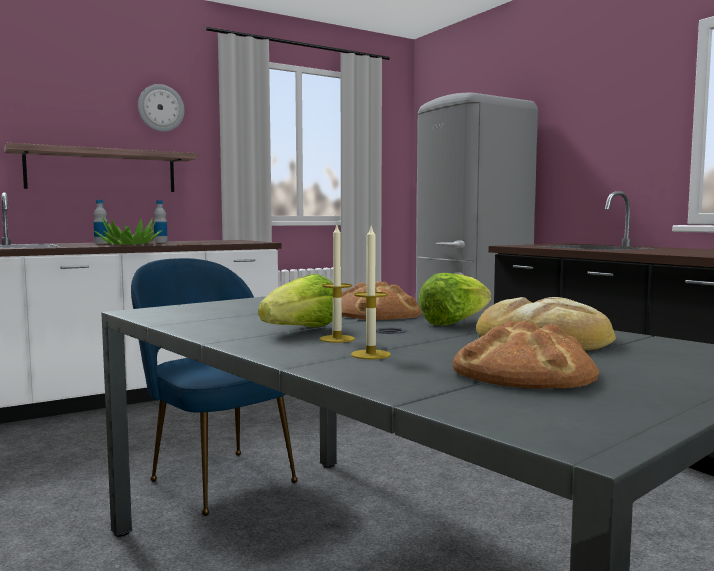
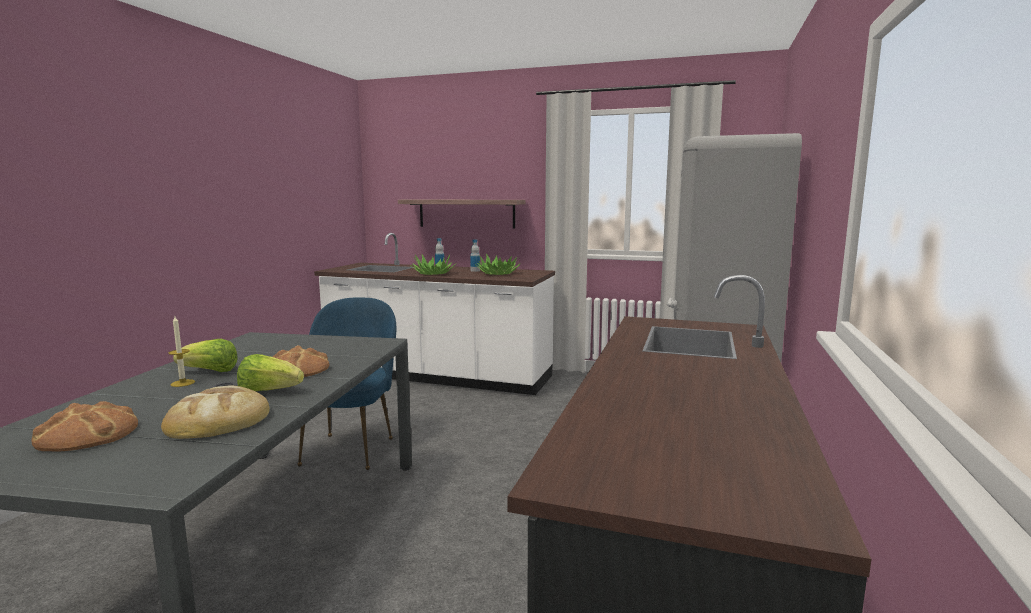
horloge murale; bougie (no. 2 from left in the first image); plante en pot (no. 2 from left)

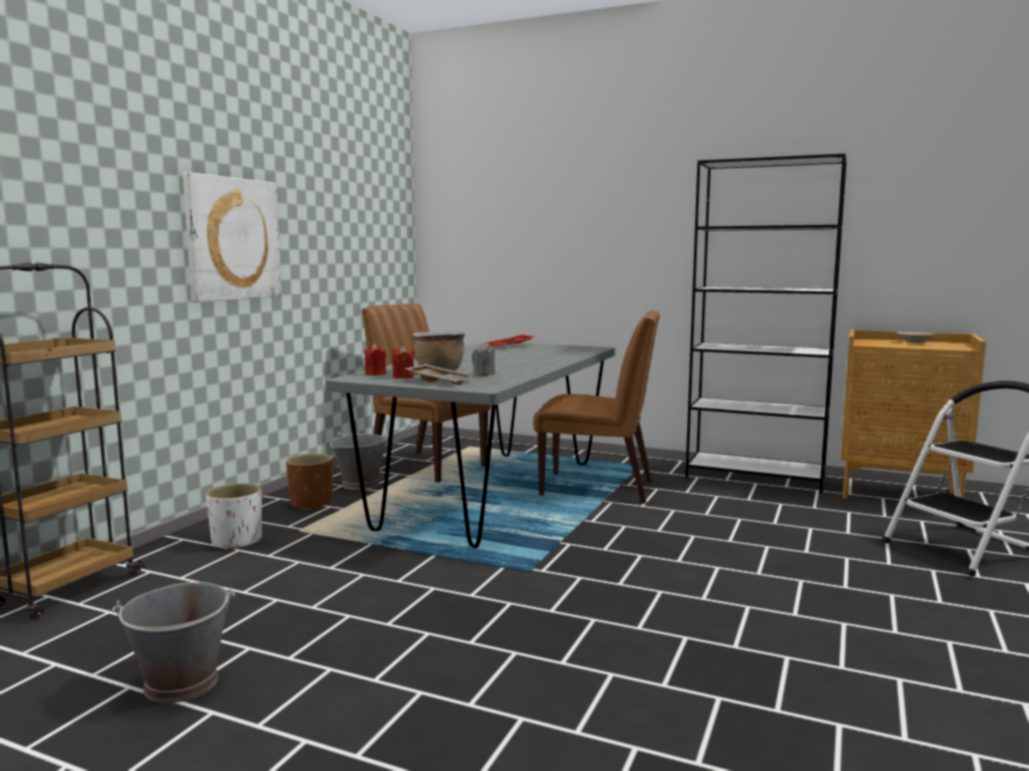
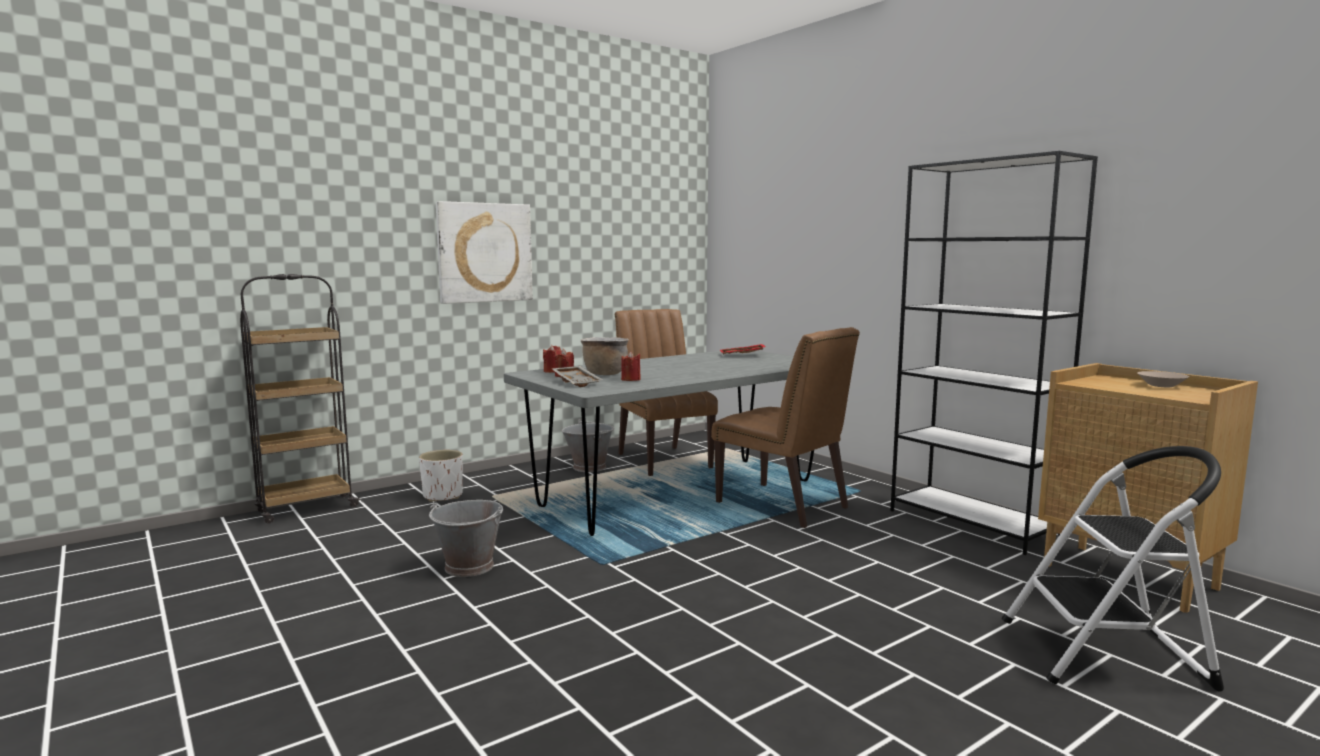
seau/gris (no. 1 from left); cache-pot/marron; bougie/rouge (no. 3 from left)

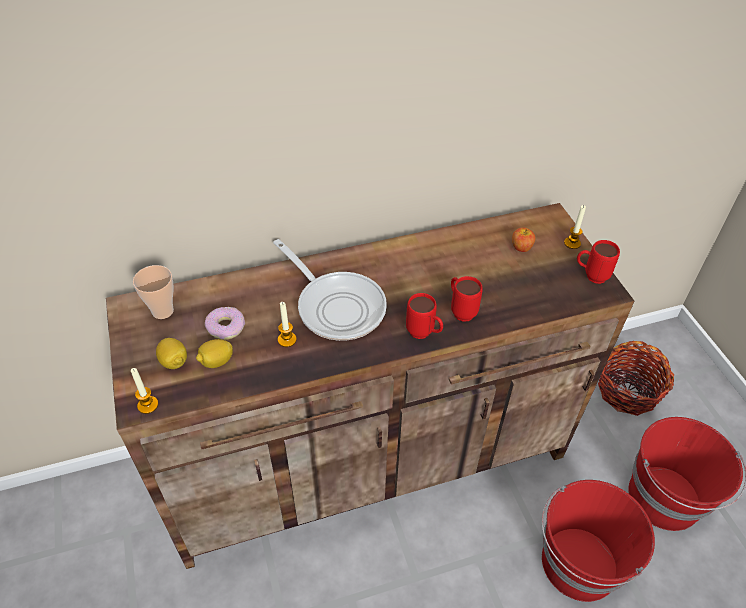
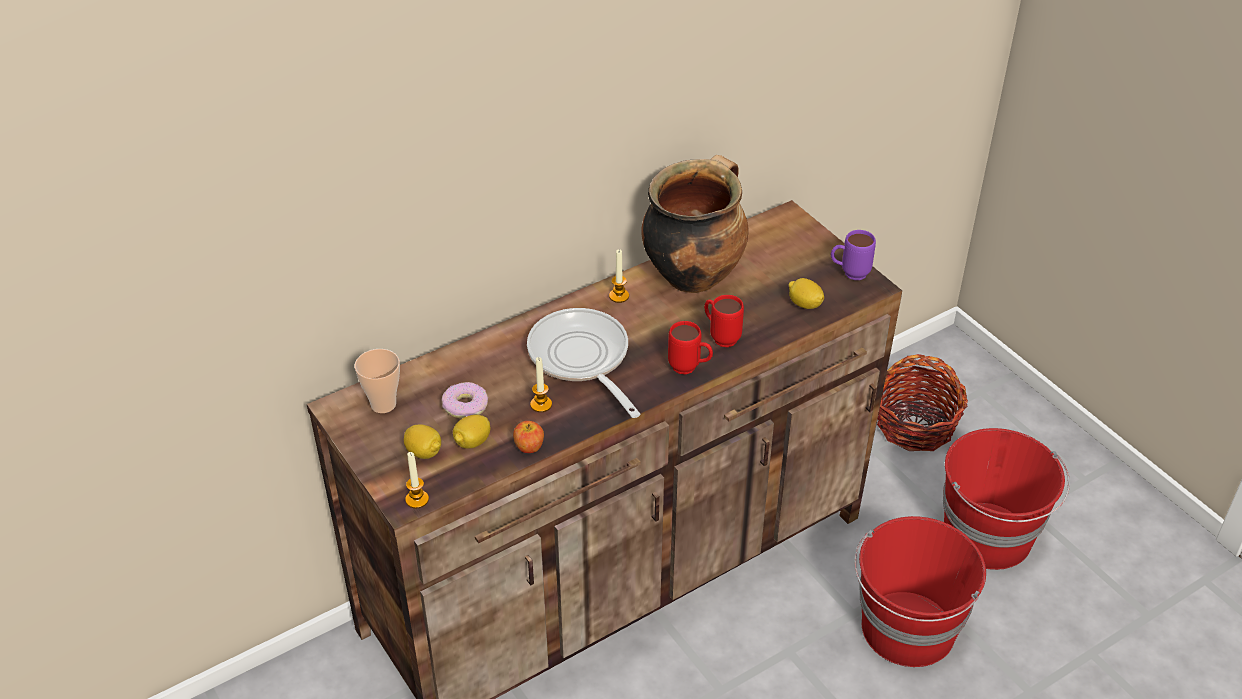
poêle; pomme; bougie (no. 3 from left); mug/violet; marmite; citron (no. 3 from left)

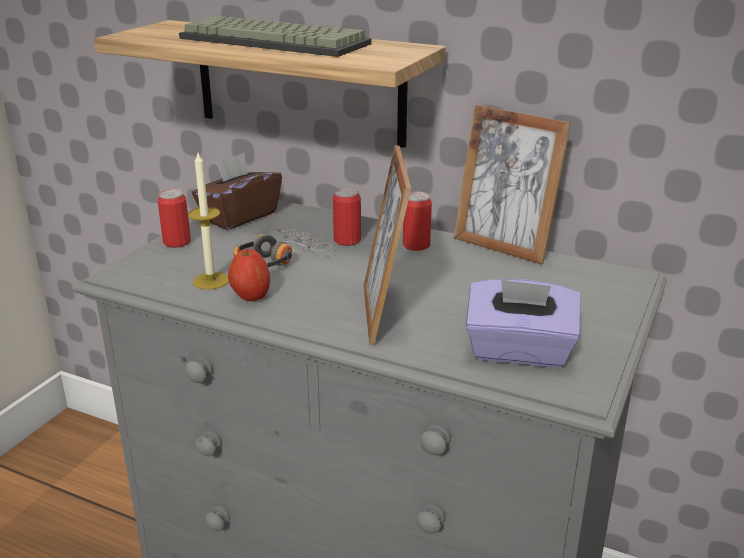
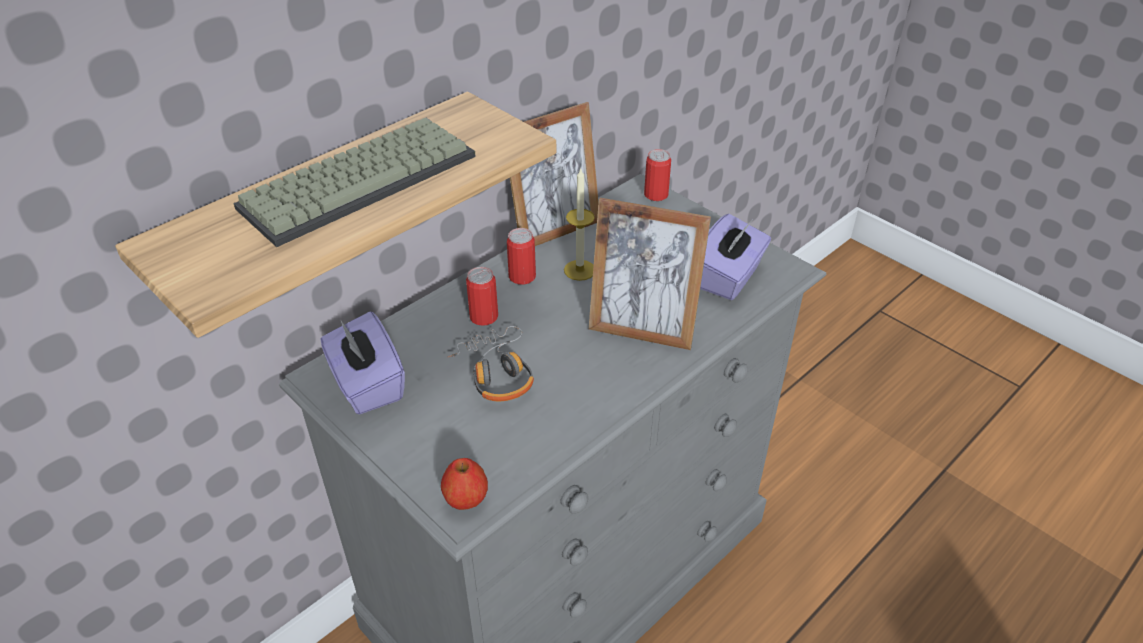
boîte métallique (no. 3 from left); bougie; boîte à mouchoirs/violet (no. 1 from left); pomme

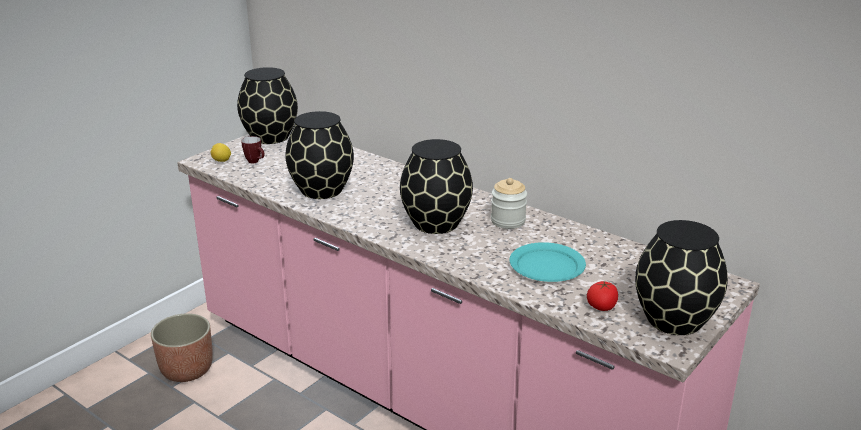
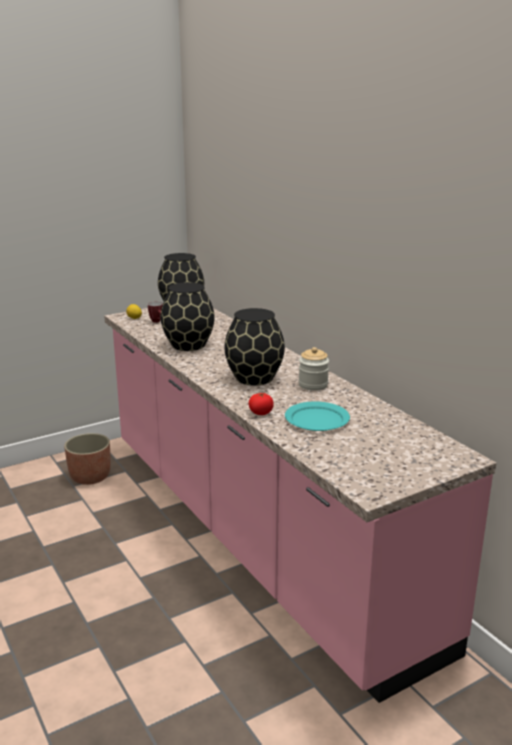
tomate; vase/noir (no. 4 from left in the first image)

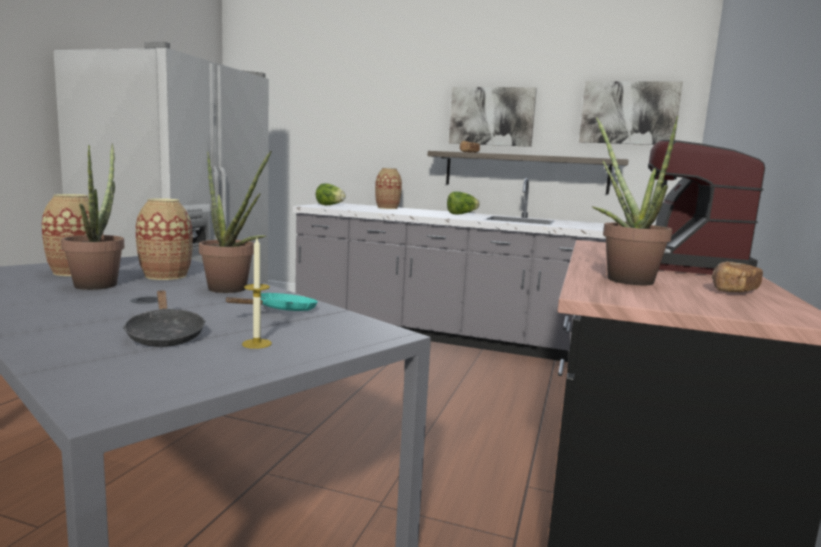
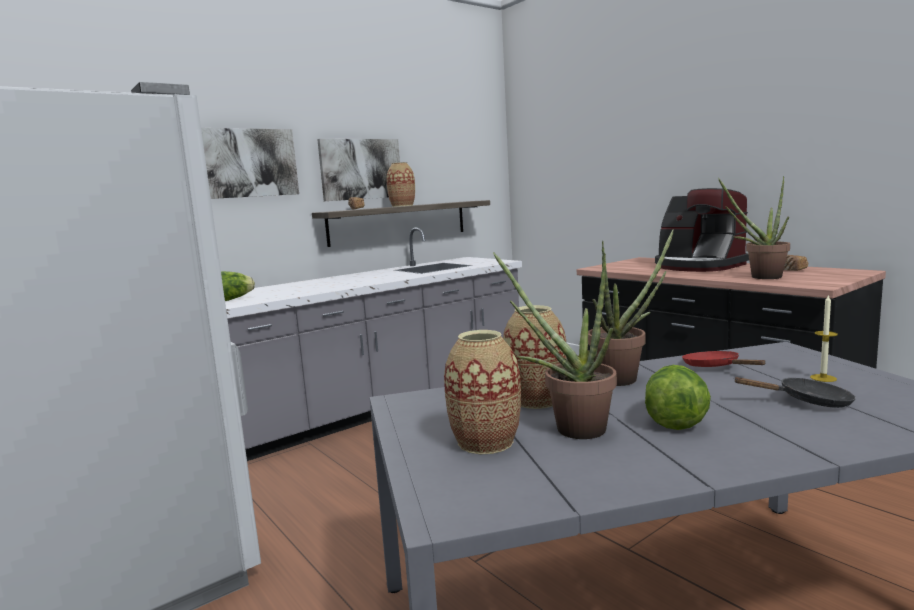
poêle/rouge; vase (no. 1 from left); laitue (no. 2 from left); tableau (no. 1 from left)

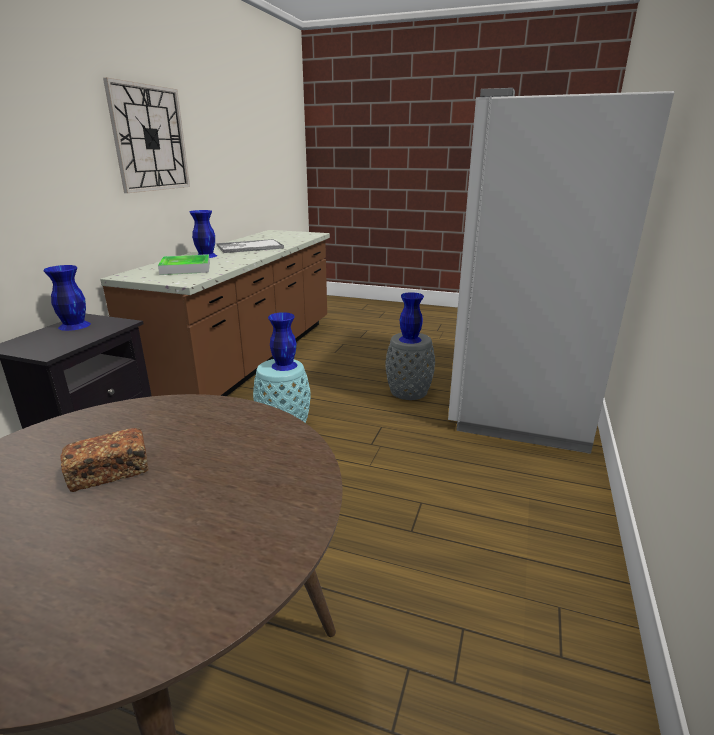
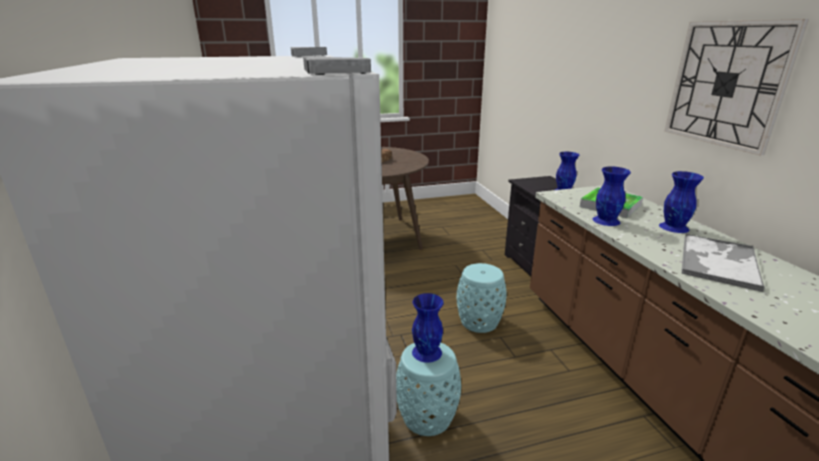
vase/bleu (no. 3 from left); tabouret/turquoise (no. 1 from left)

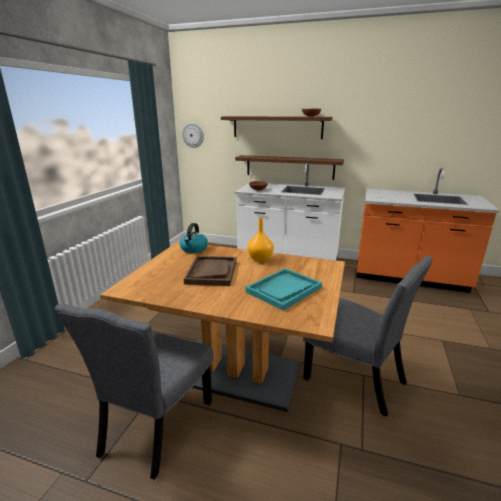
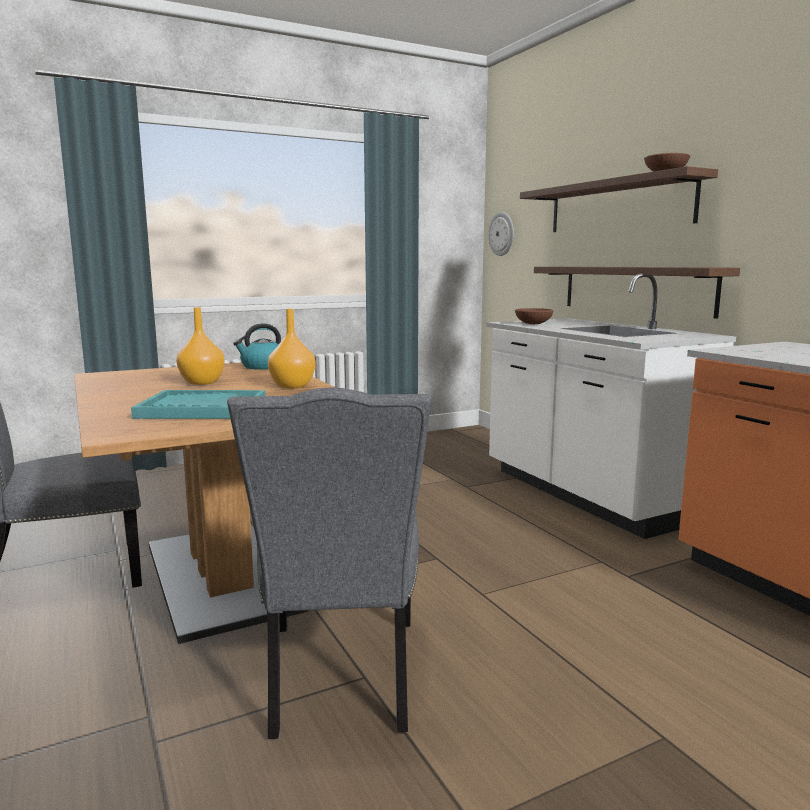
vase/orange (no. 1 from left)

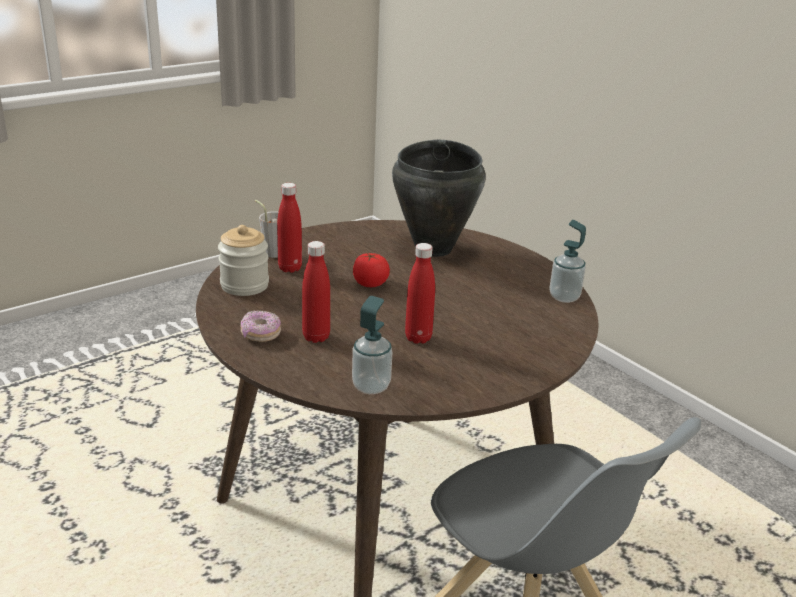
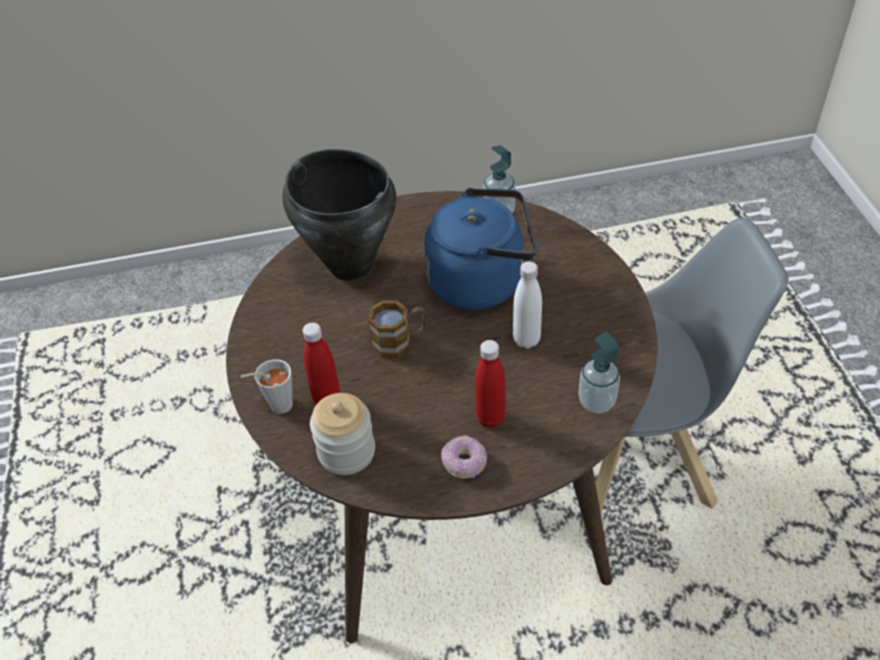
mug; bouteille/blanc; bouilloire/bleu

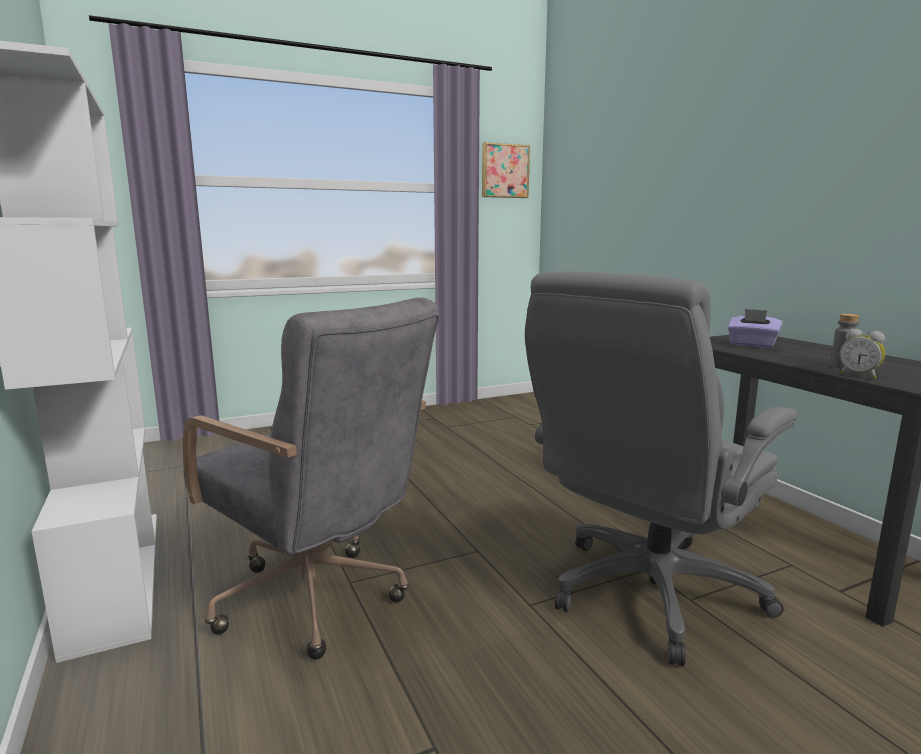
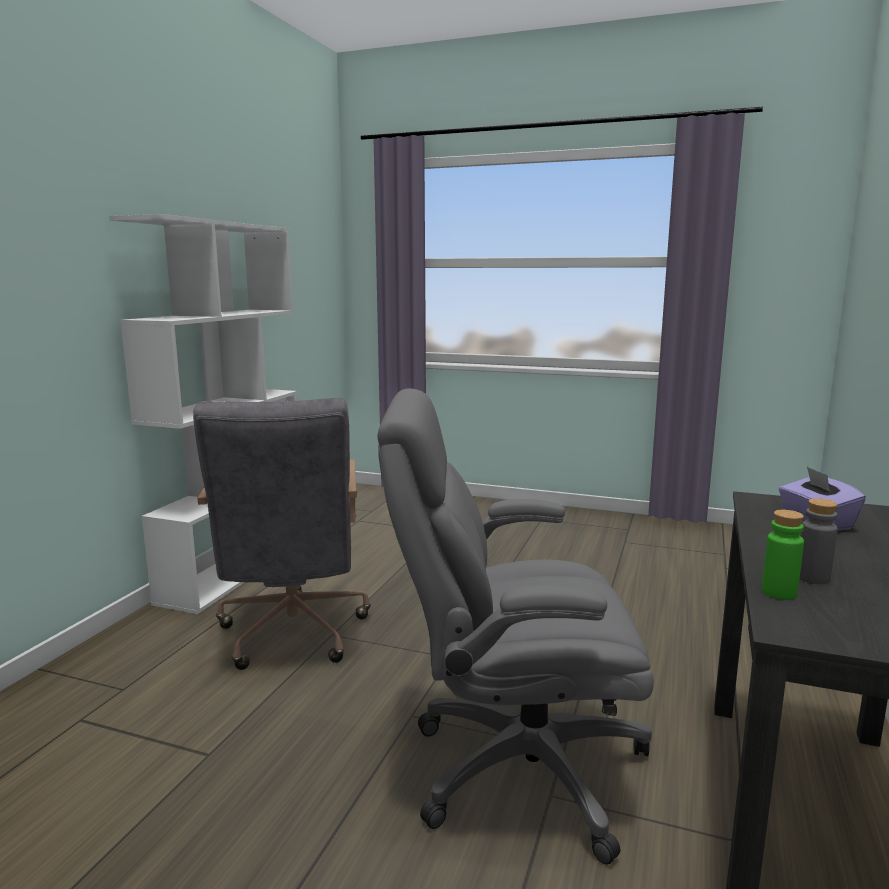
tableau; bouteille/vert

